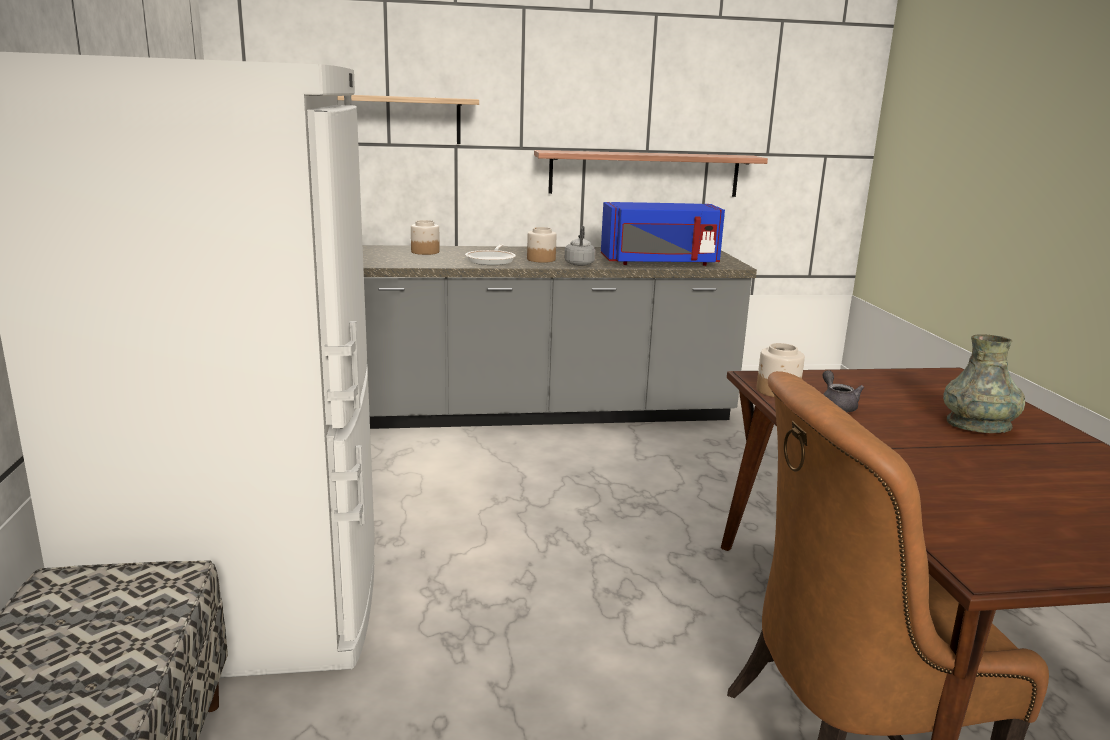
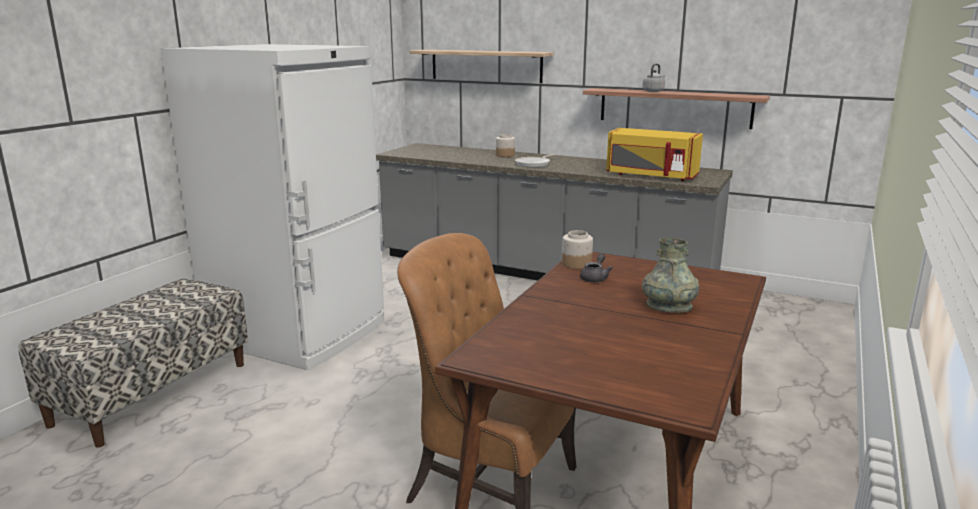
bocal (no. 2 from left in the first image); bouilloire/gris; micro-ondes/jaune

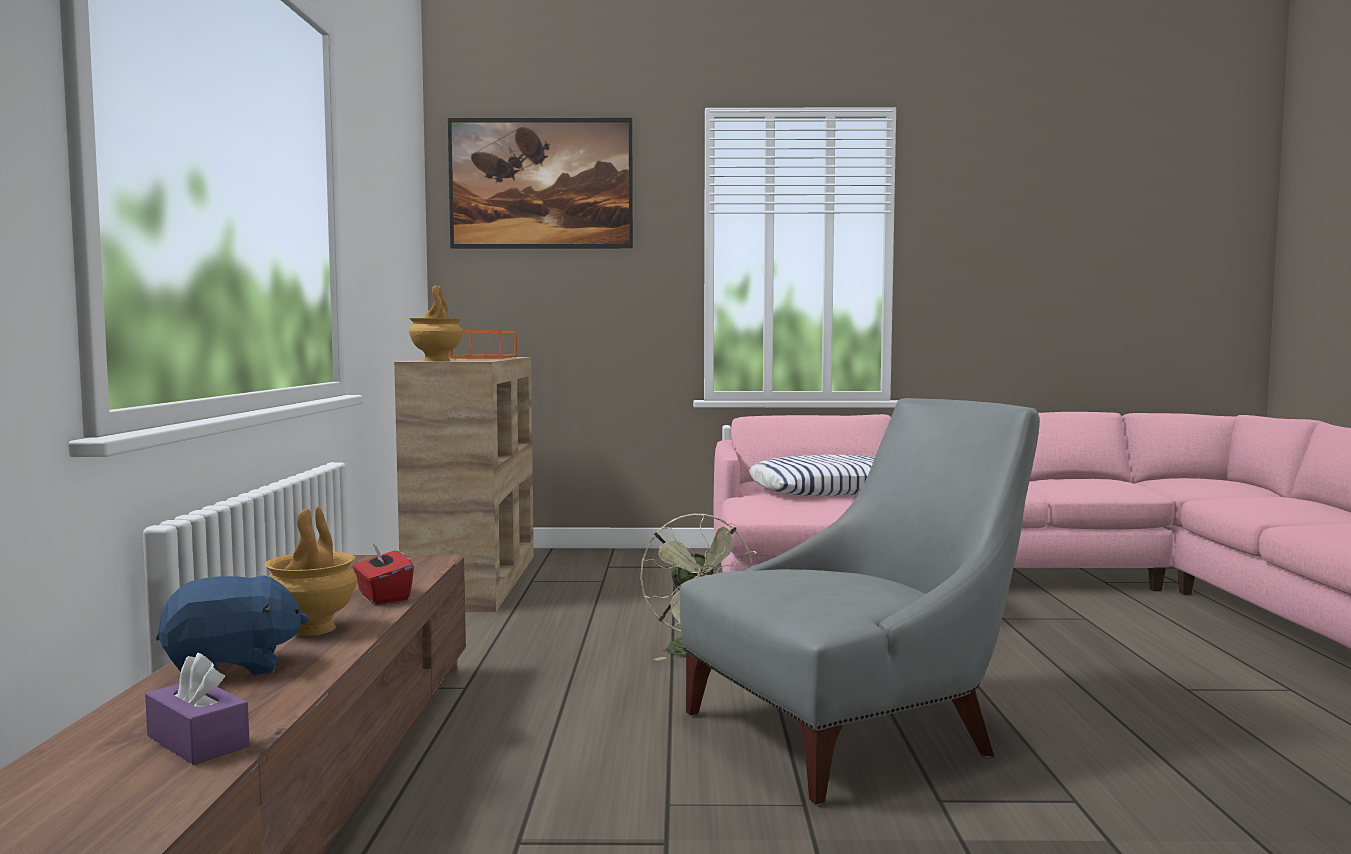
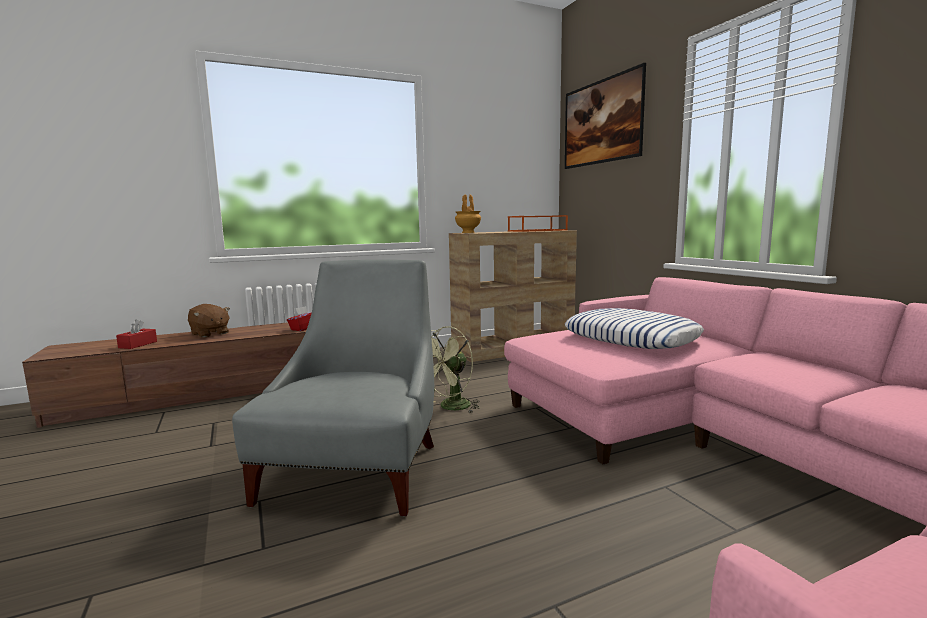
boîte à mouchoirs/rouge (no. 1 from left); peluche/marron; vase/marron (no. 1 from left in the first image); fauteuil/gris

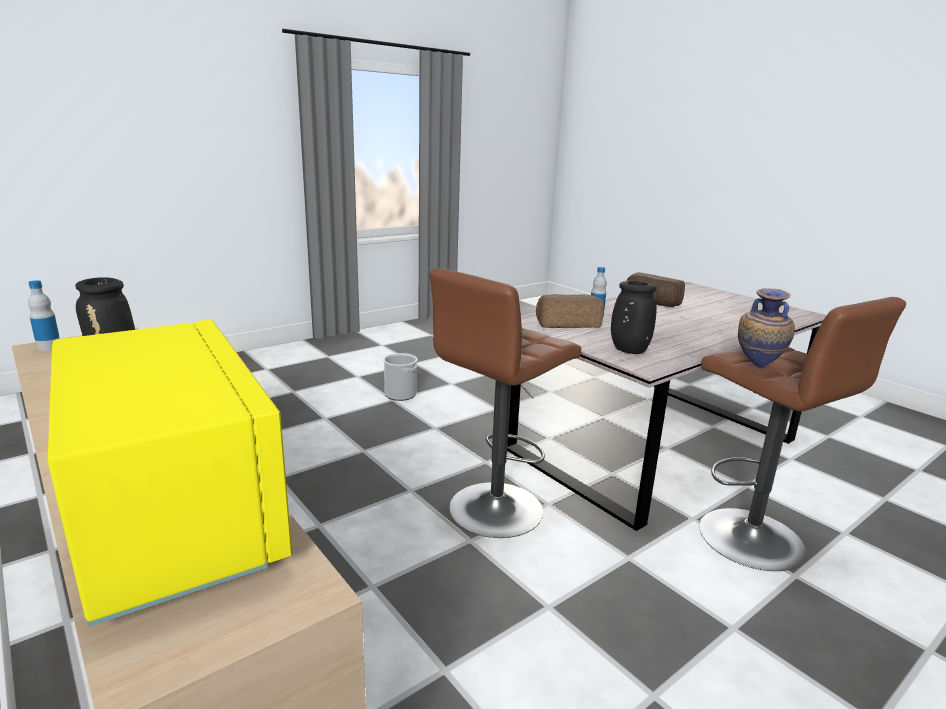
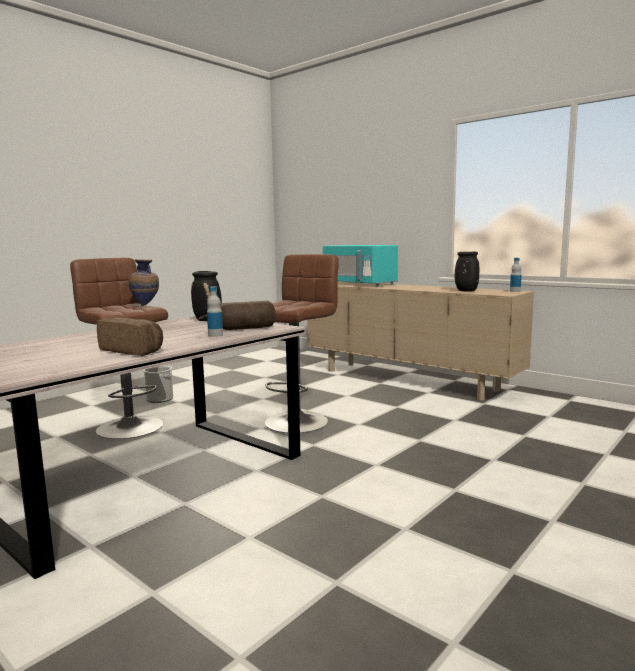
micro-ondes/turquoise; seau

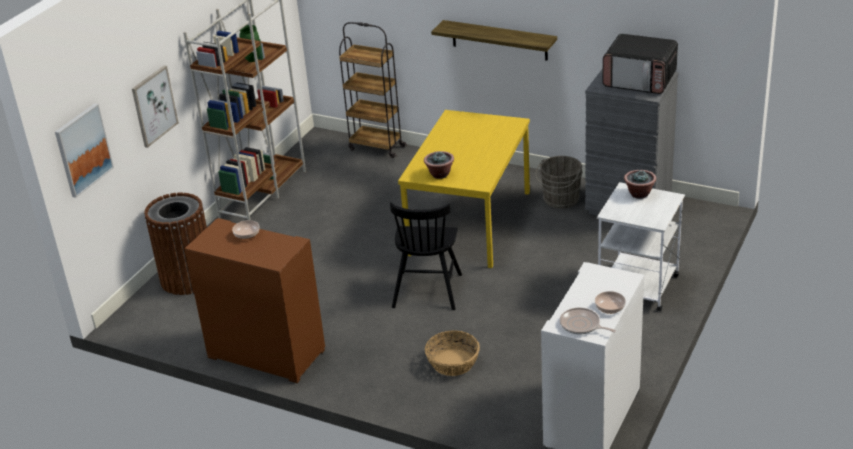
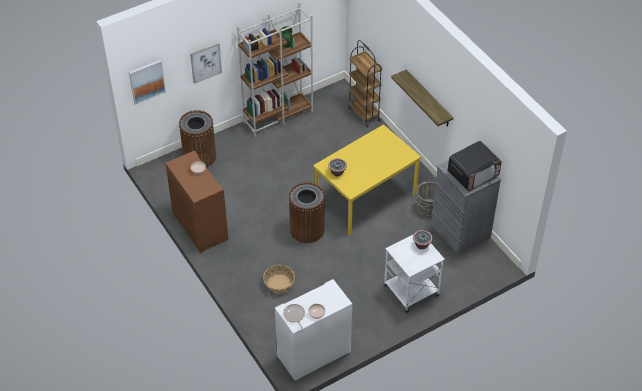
poubelle/marron (no. 2 from left); micro-ondes

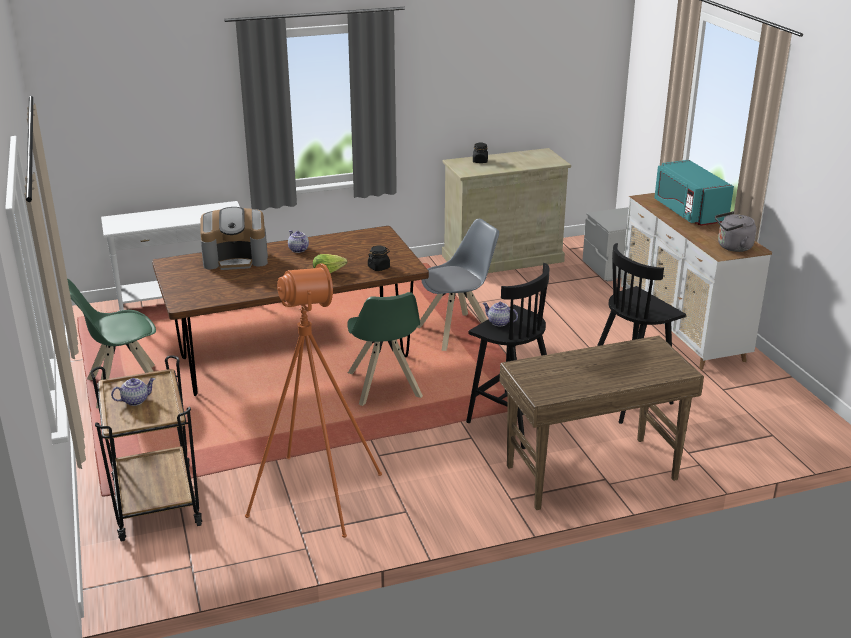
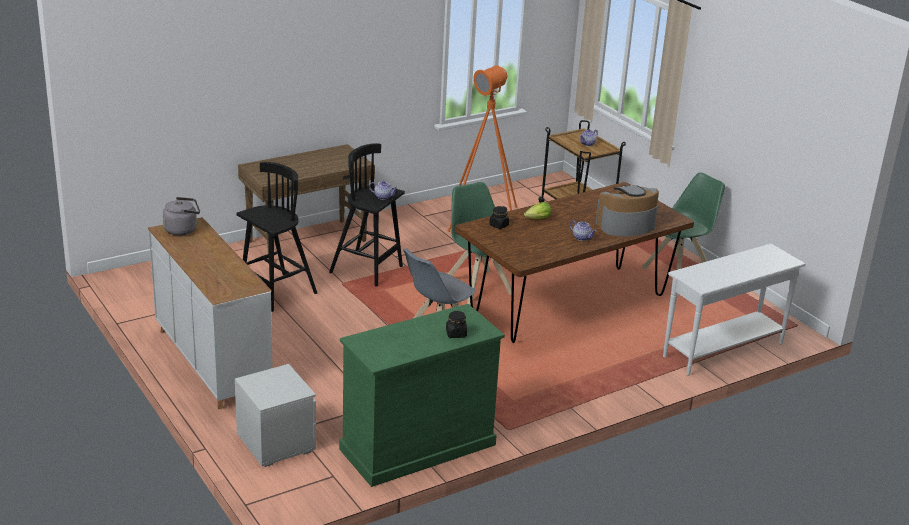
commode/vert; micro-ondes/turquoise

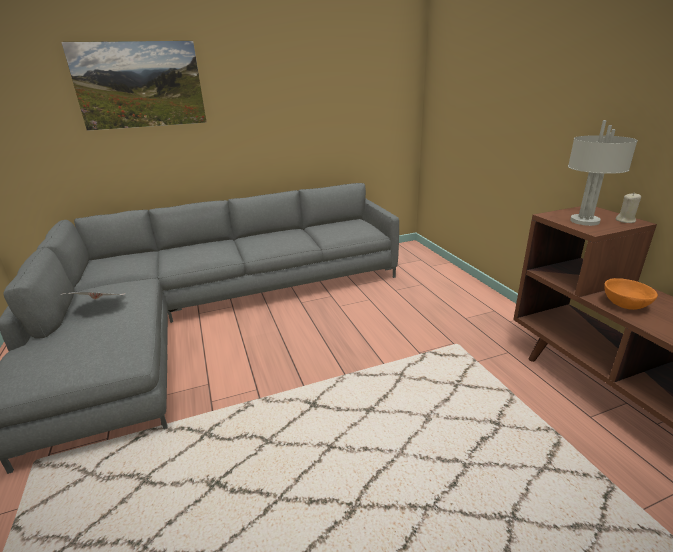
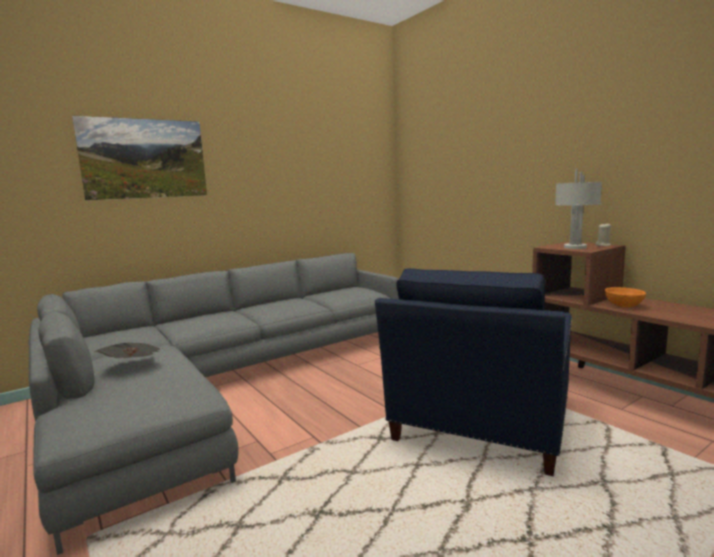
fauteuil/bleu

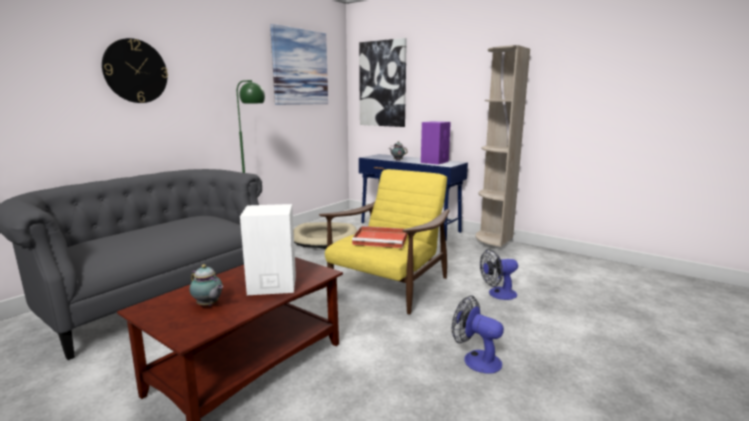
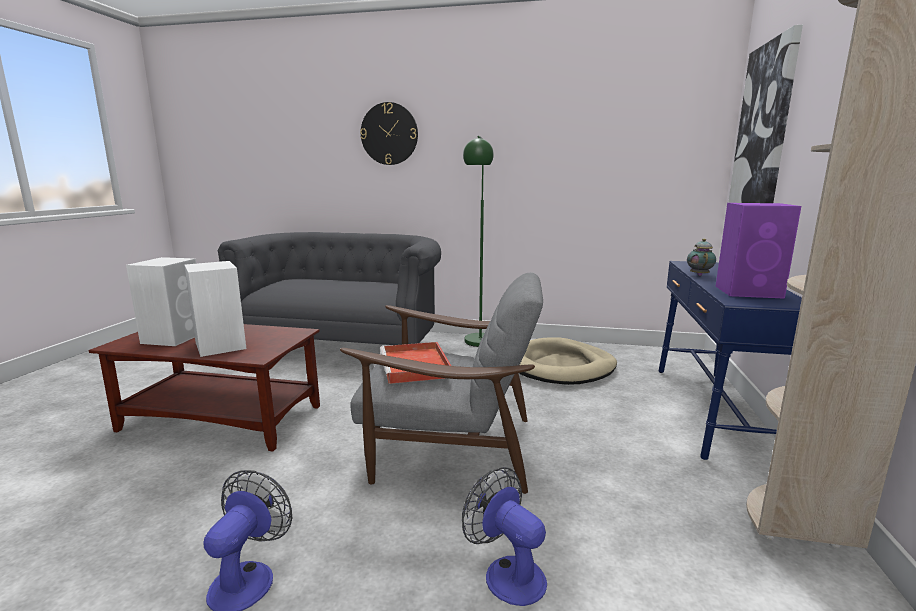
enceinte/blanc (no. 1 from left); tableau (no. 1 from left in the first image); fauteuil/gris

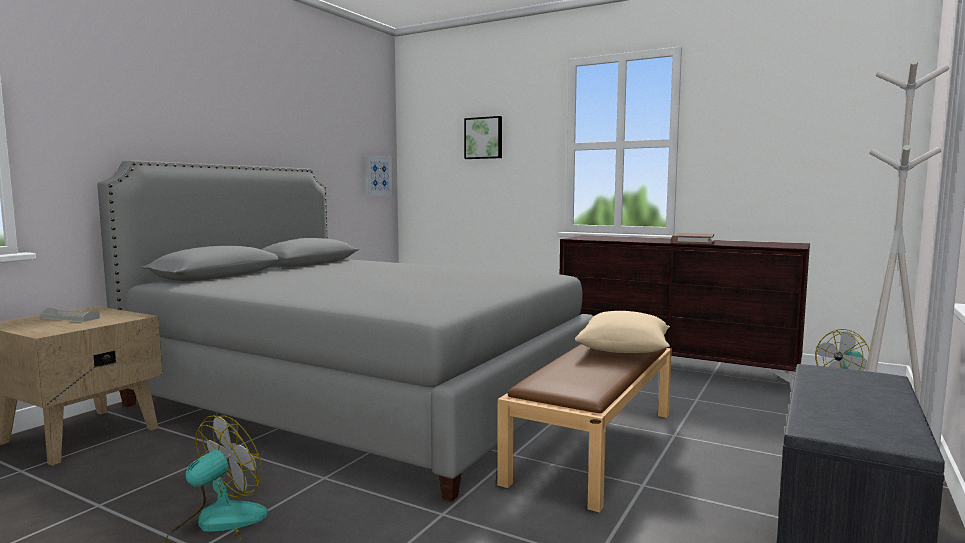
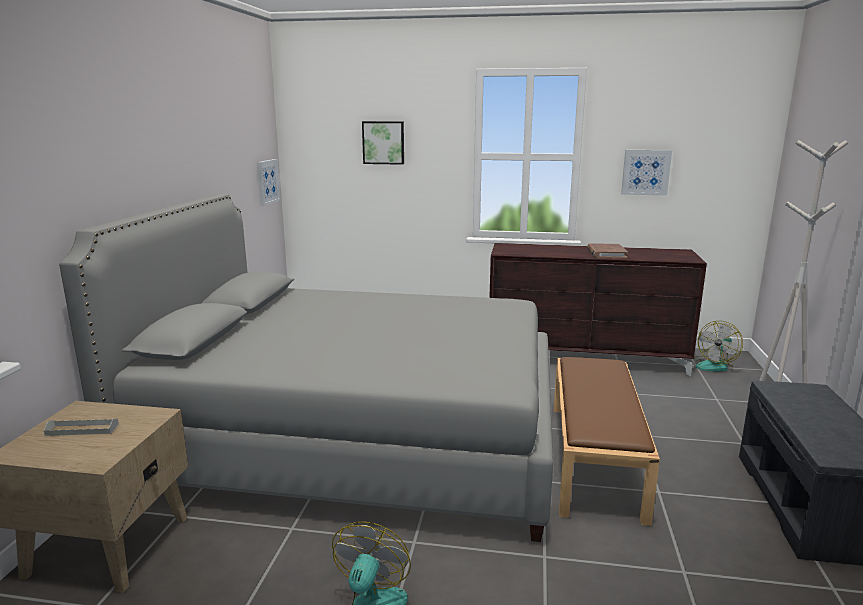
coussin/beige; tableau (no. 3 from left)

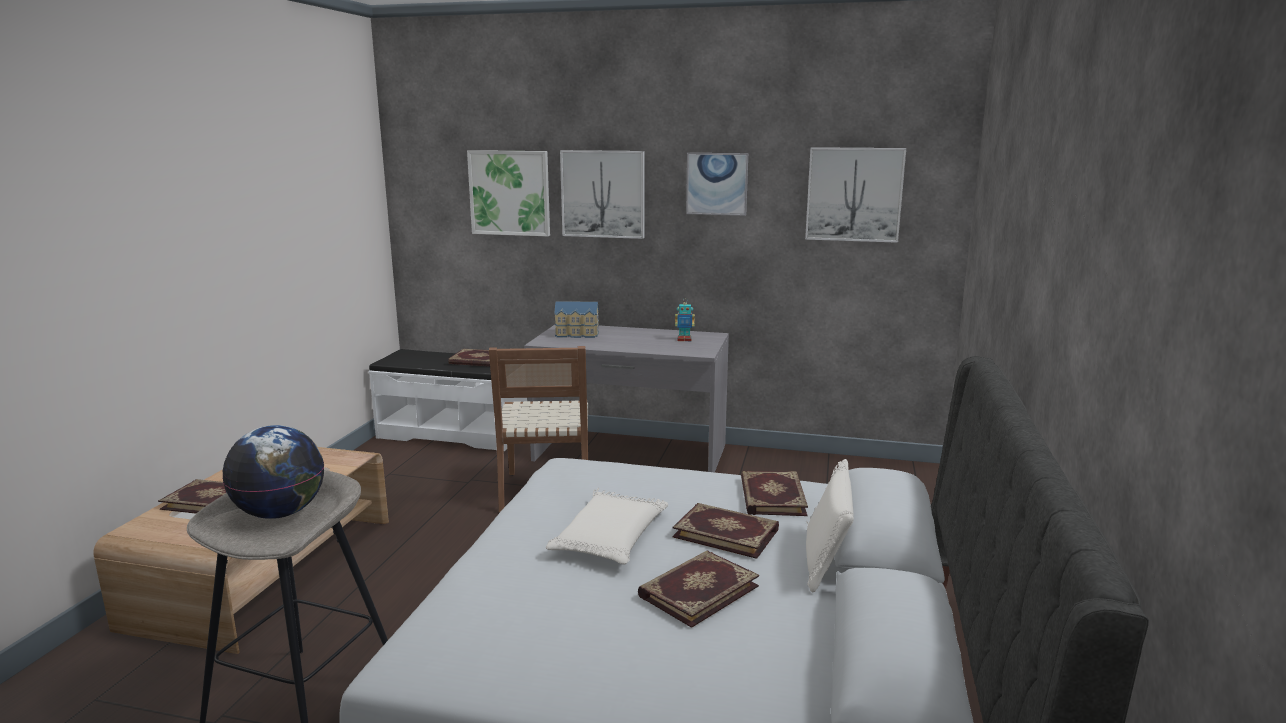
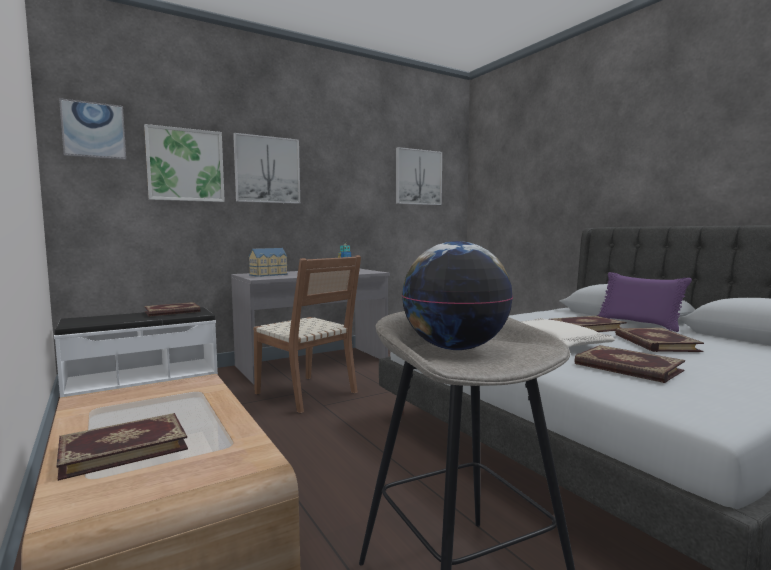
tableau (no. 1 from left); livre (no. 4 from left); coussin/violet

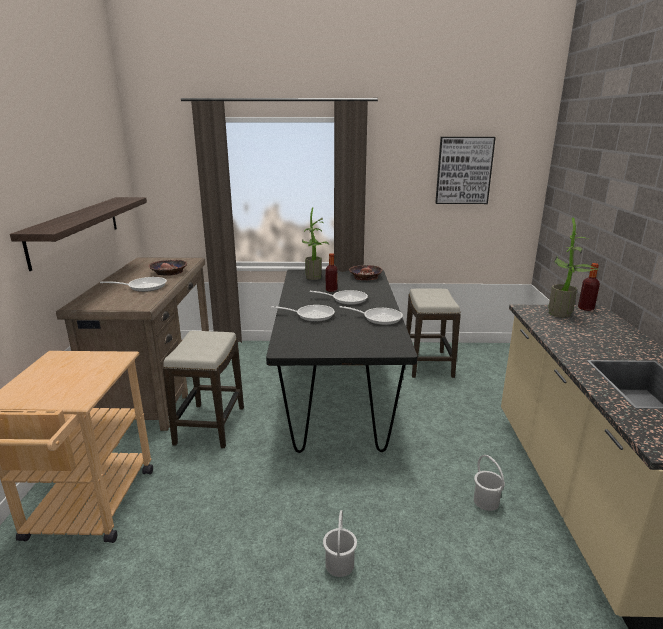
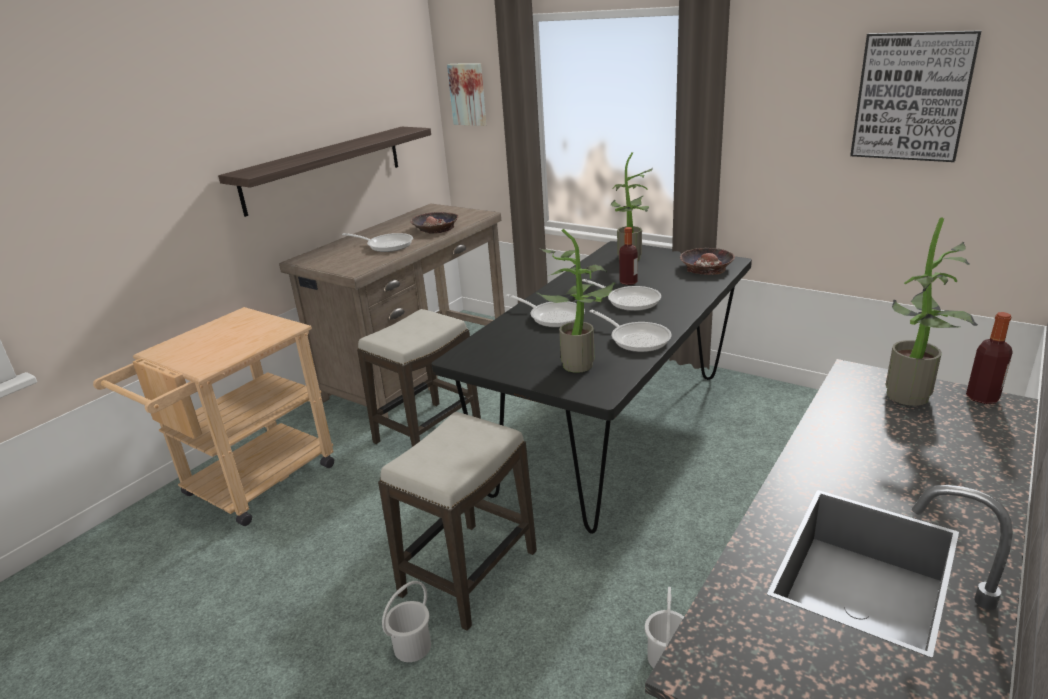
tabouret (no. 2 from left); tableau (no. 1 from left); plante en pot (no. 1 from left)

